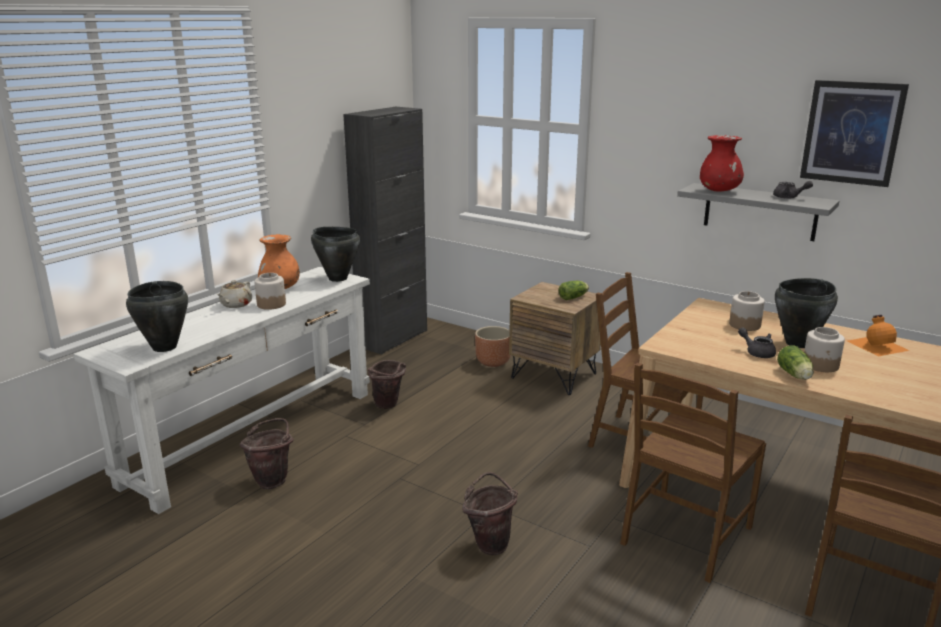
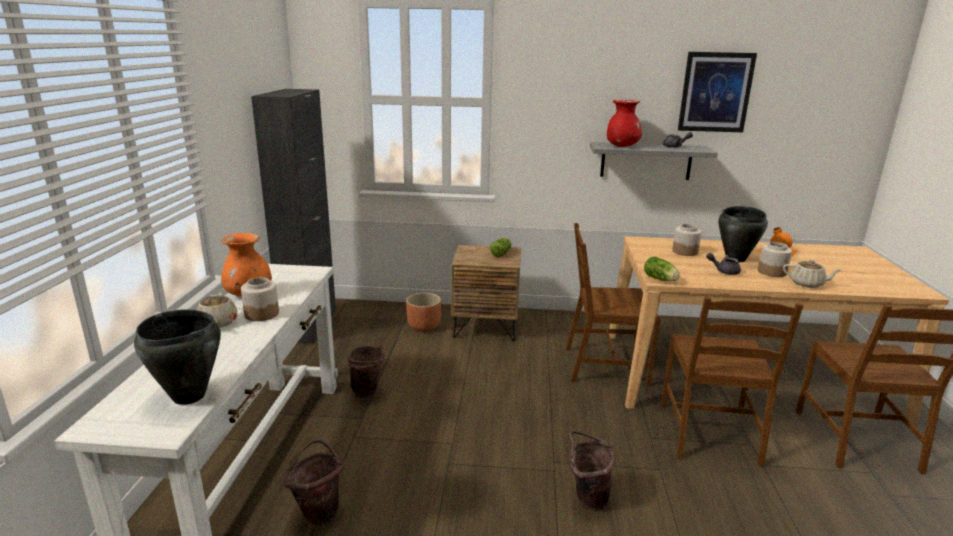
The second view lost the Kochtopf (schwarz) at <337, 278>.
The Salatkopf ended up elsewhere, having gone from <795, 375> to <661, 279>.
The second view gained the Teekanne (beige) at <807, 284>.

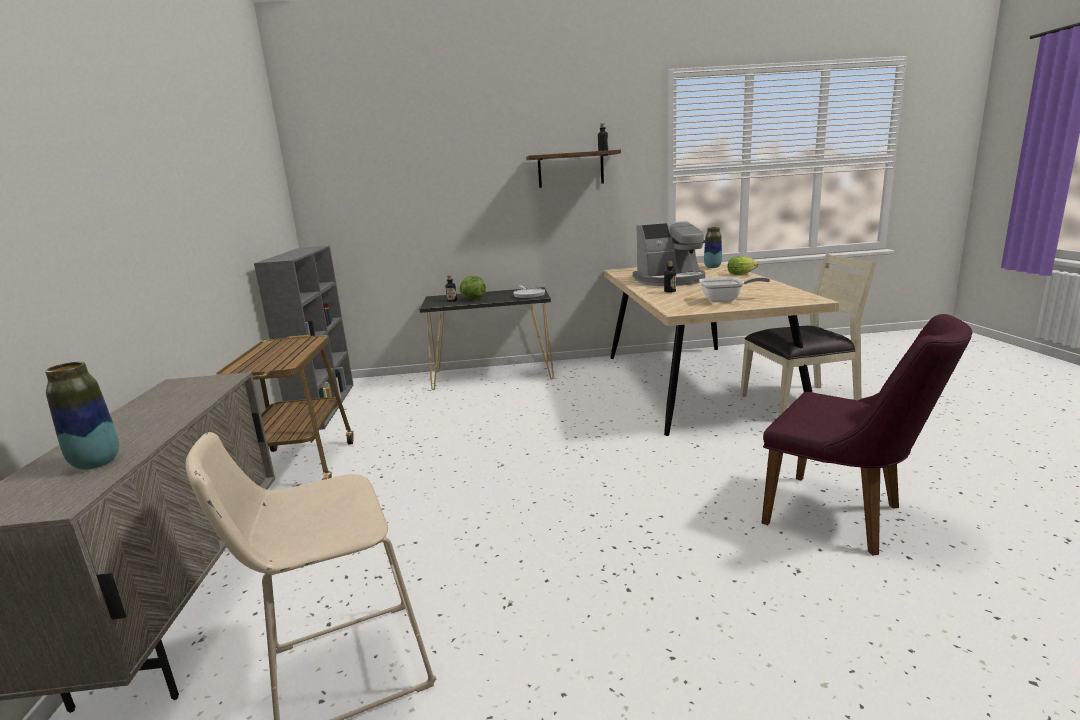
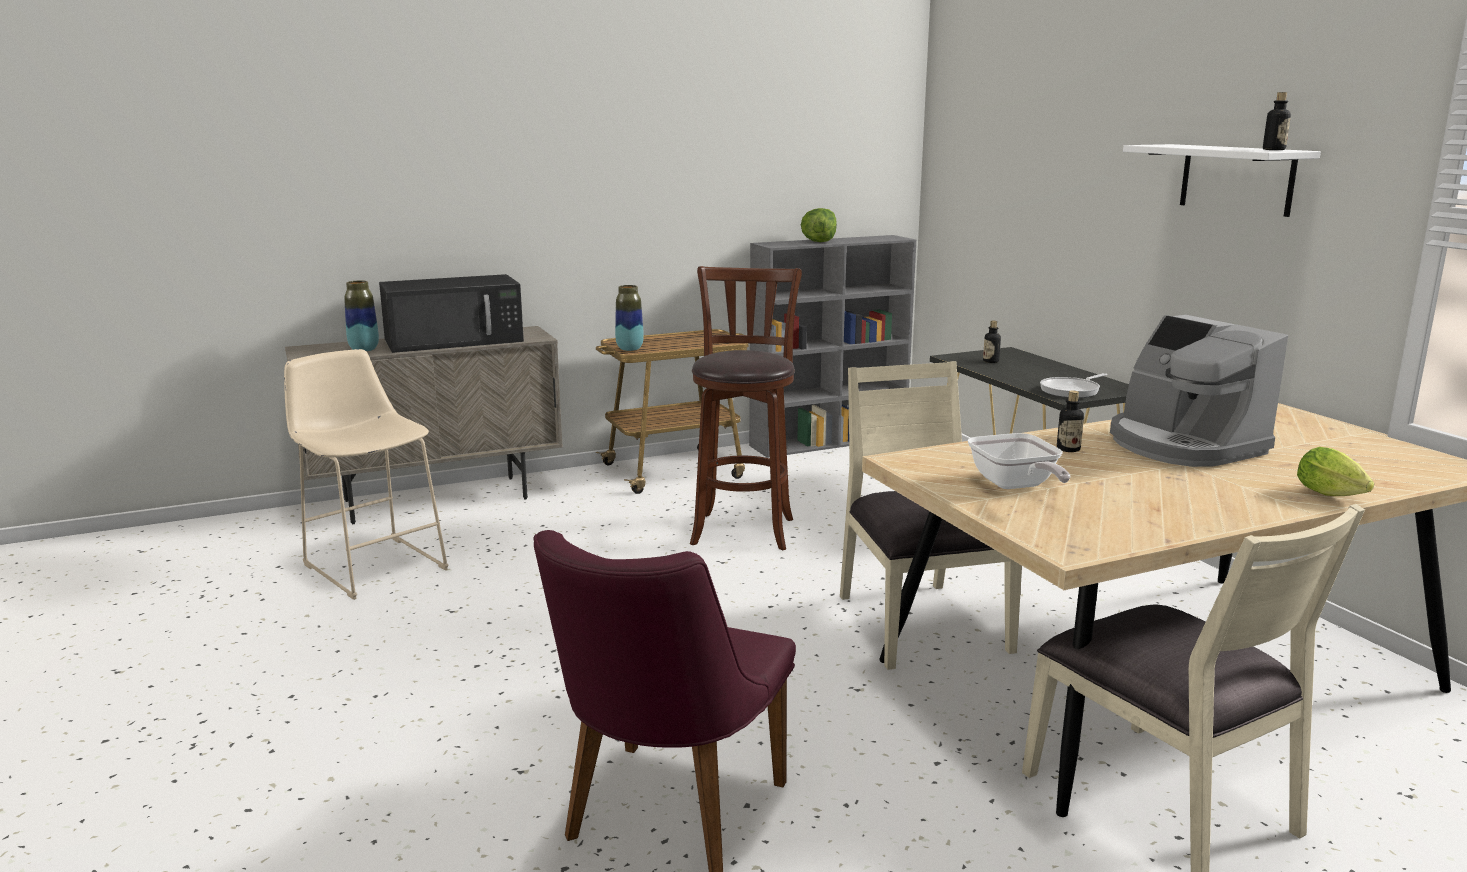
The Salatkopf ended up elsewhere, having gone from <472, 299> to <818, 242>.
What was the Wandregal (braun) at <570, 169> turned into the Wandregal (weiß) at <1236, 179>.
The Vase ended up elsewhere, having gone from <712, 267> to <629, 349>.
The second view gained the Mikrowelle (schwarz) at <456, 340>.
The second view gained the Hocker (braun) at <743, 529>.
The second view gained the Stuhl (beige) at <919, 623>.

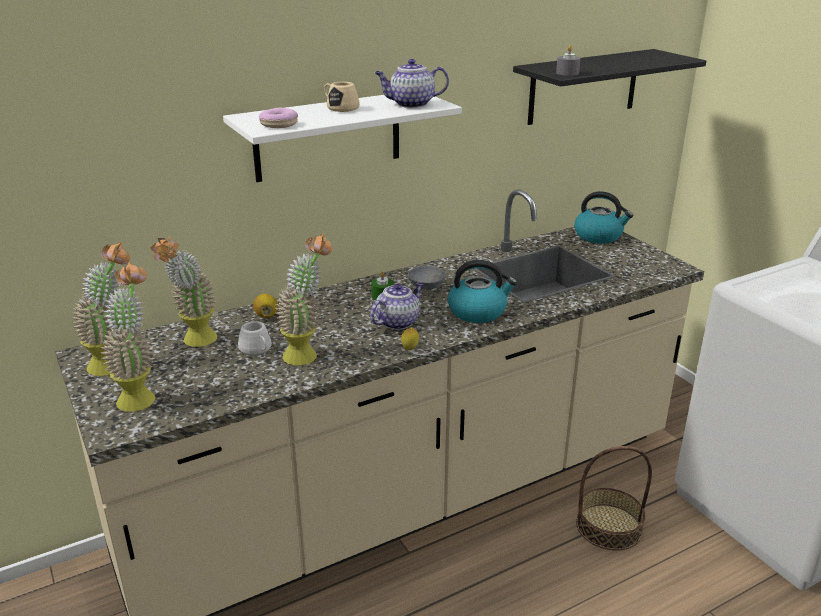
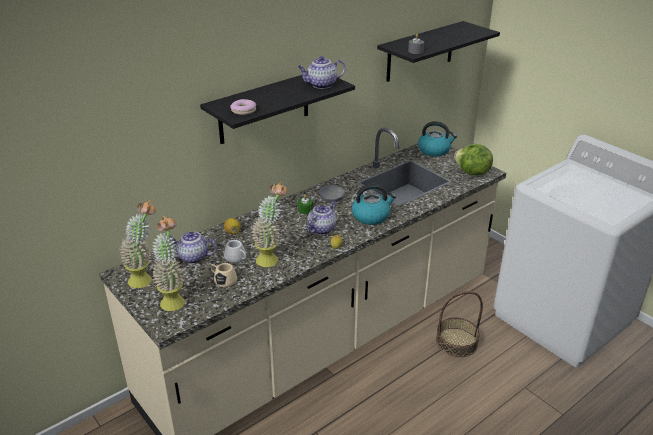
Where the Topfpflanze stood at <194, 343>, the Teekanne came to stand at <192, 257>.
What was the Wandregal (weiß) at <328, 136> turned into the Wandregal (schwarz) at <264, 107>.
The Henkelbecher (beige) ended up elsewhere, having gone from <339, 108> to <223, 280>.
The second view gained the Salatkopf at <472, 173>.

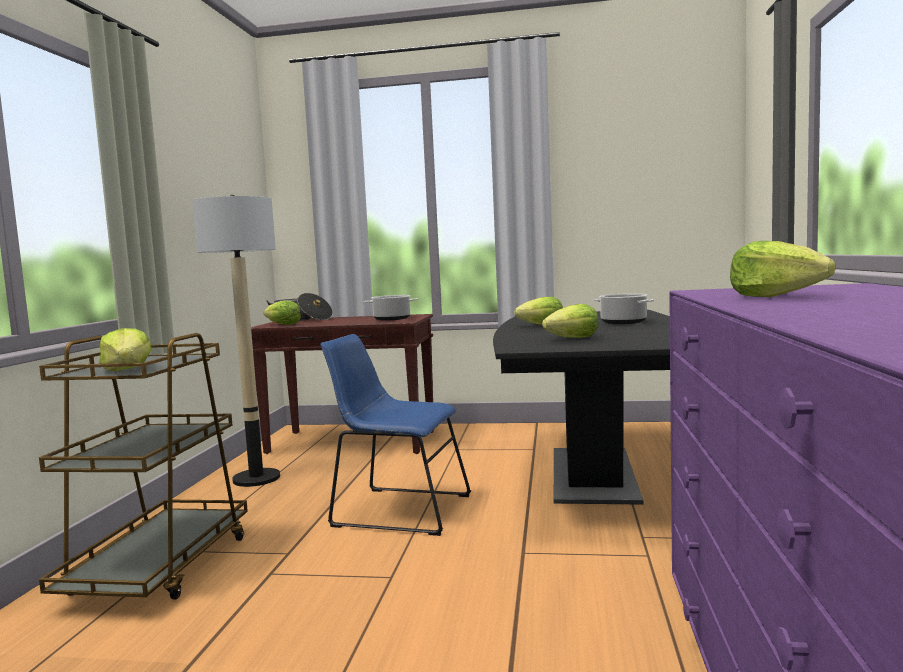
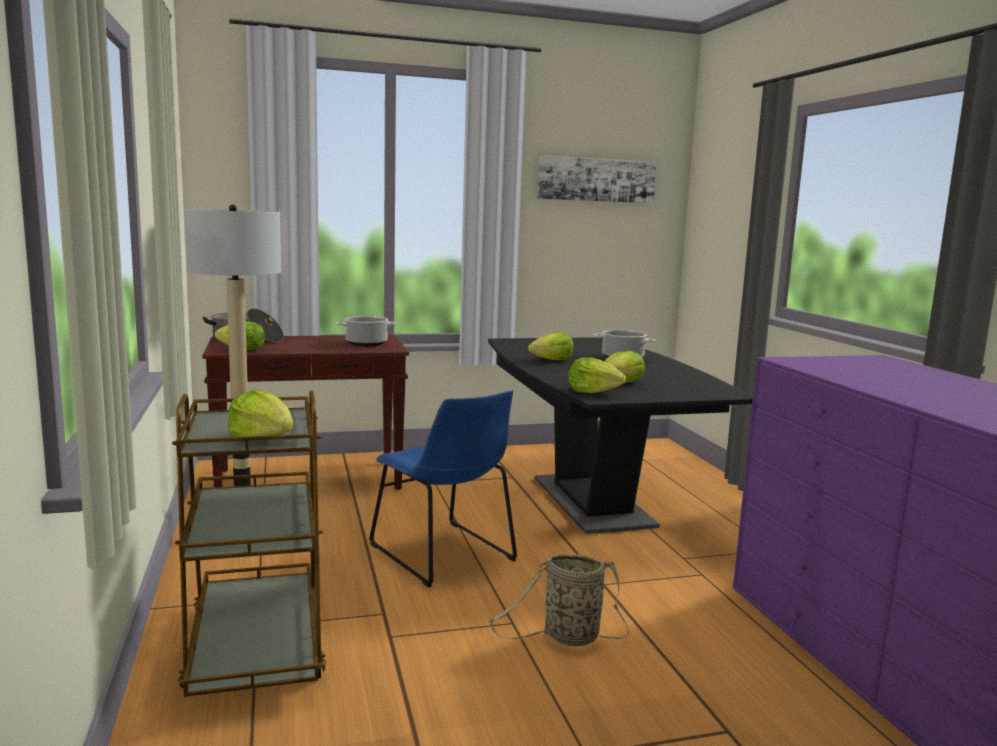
The Stuhl (blau) at <396, 510> ended up facing another way, 120 degrees counterclockwise from before.
The Salatkopf ended up elsewhere, having gone from <776, 296> to <593, 391>.
The second view gained the Korb at <567, 637>.
The second view gained the Bild at <596, 180>.

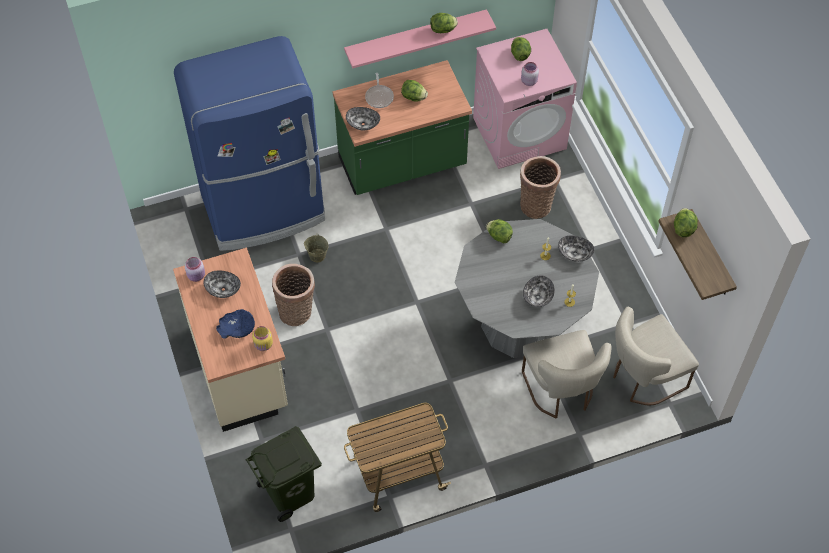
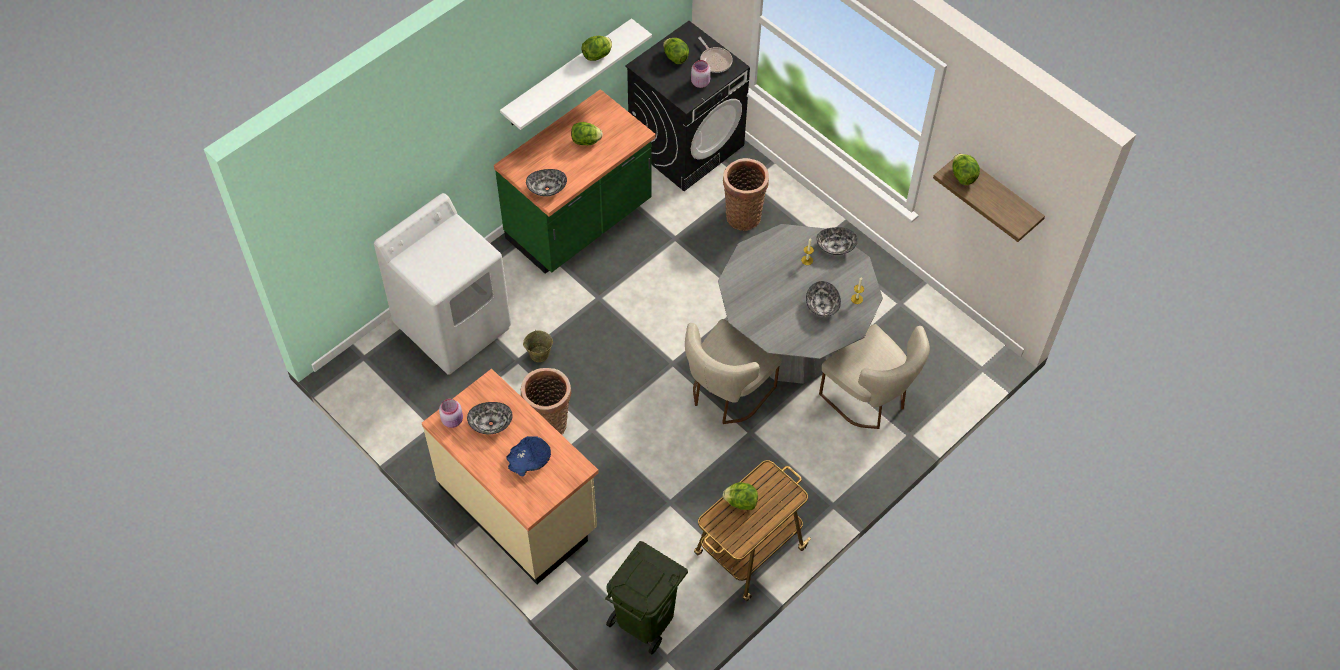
Where the Kühlschrank (blau) stood at <264, 209>, the Waschmaschine (weiß) came to stand at <453, 326>.
The second view lost the Vorratsglas (gelb) at <263, 345>.
What was the Wandregal (rosa) at <416, 37> turned into the Wandregal (weiß) at <567, 74>.
The Pfanne ended up elsewhere, having gone from <379, 97> to <715, 60>.
What was the Waschmaschine (rosa) at <520, 133> turned into the Waschmaschine (schwarz) at <686, 145>.
The Salatkopf ended up elsewhere, having gone from <499, 236> to <740, 502>.
The Stuhl (beige) ended up elsewhere, having gone from <643, 378> to <726, 394>.

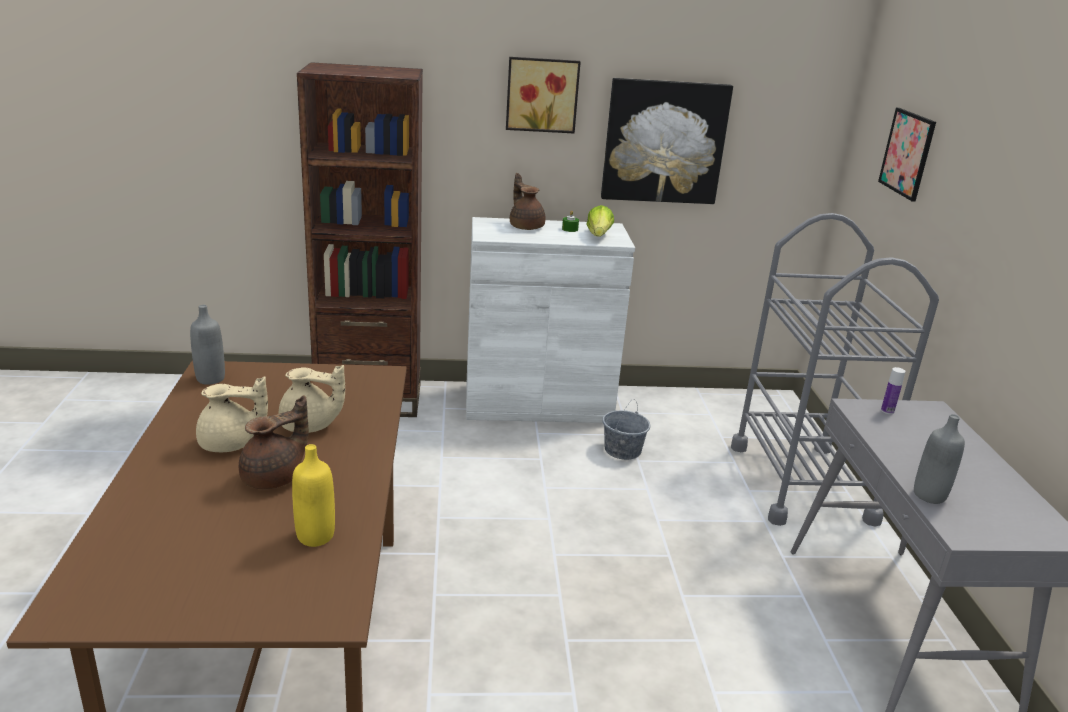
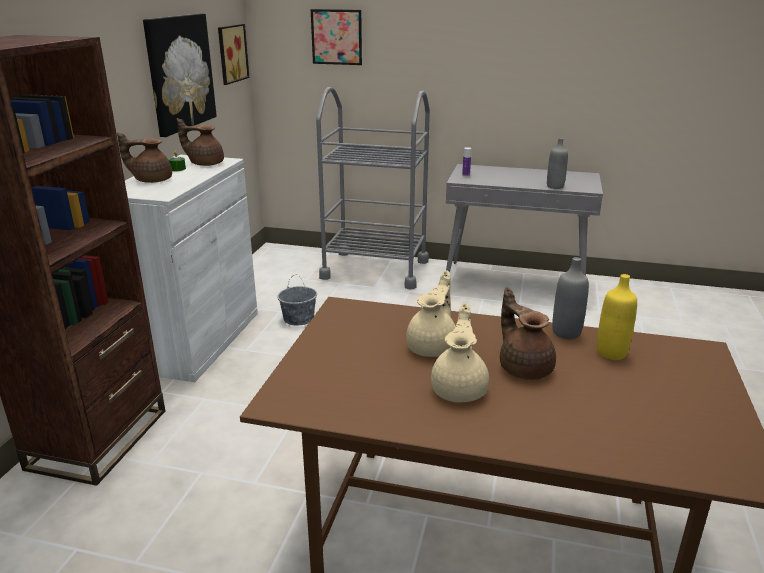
The Flasche (grau) ended up elsewhere, having gone from <210, 378> to <566, 333>.
The Bild ended up elsewhere, having gone from <542, 94> to <230, 53>.
Where the Salatkopf stood at <598, 236>, the Teekanne (braun) came to stand at <205, 163>.

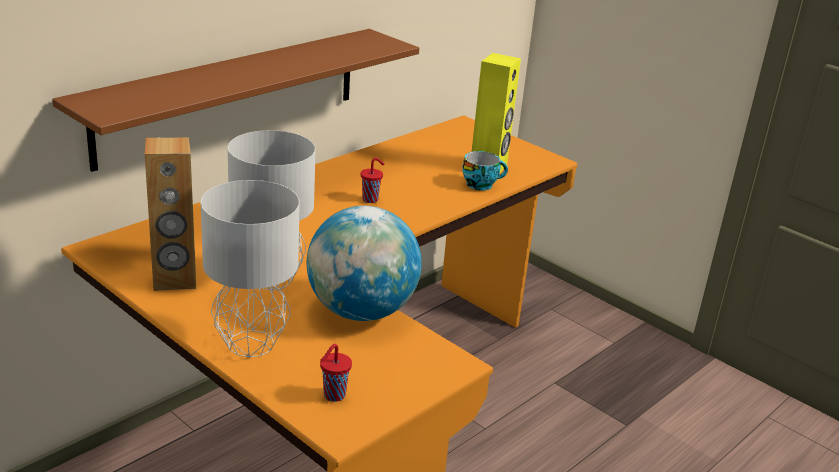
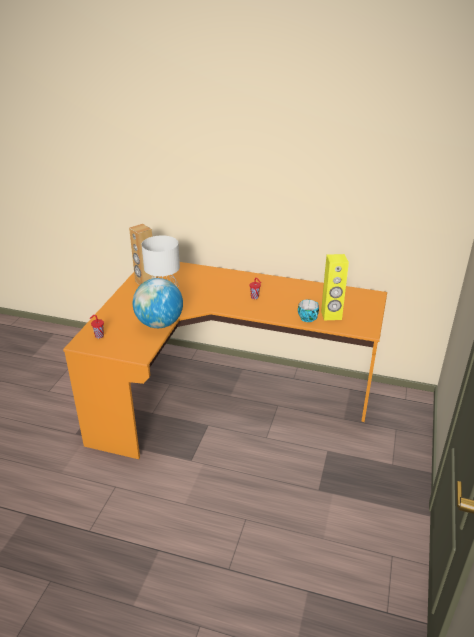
The second view lost the Wandregal (braun) at <231, 95>.
The second view lost the Tischlampe (grau) at <249, 344>.

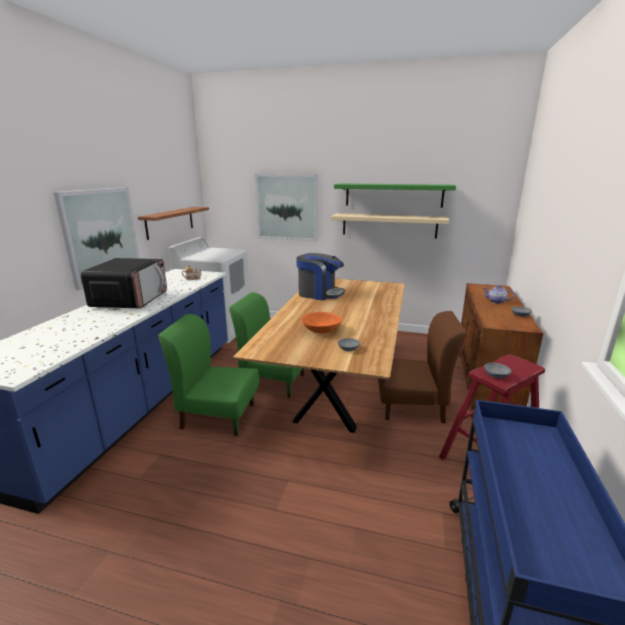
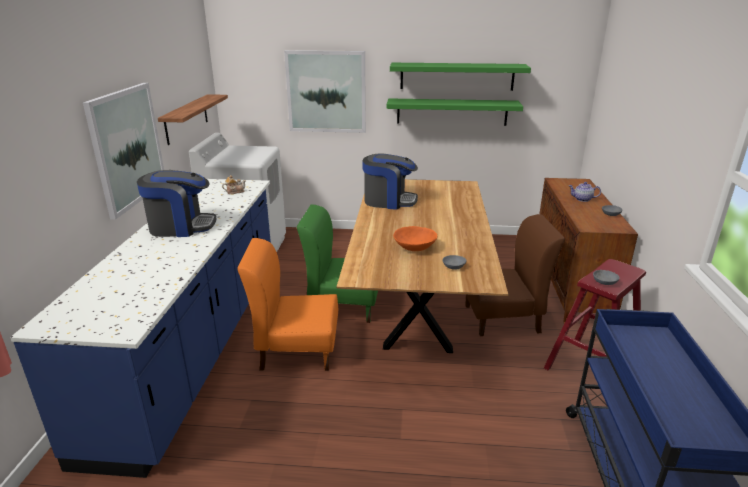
Where the Mikrowelle stood at <131, 300>, the Kaffeemaschine came to stand at <181, 226>.
What was the Stuhl (grün) at <218, 415> turned into the Stuhl (orange) at <296, 351>.
What was the Wandregal (beige) at <389, 225> turned into the Wandregal (grün) at <452, 112>.

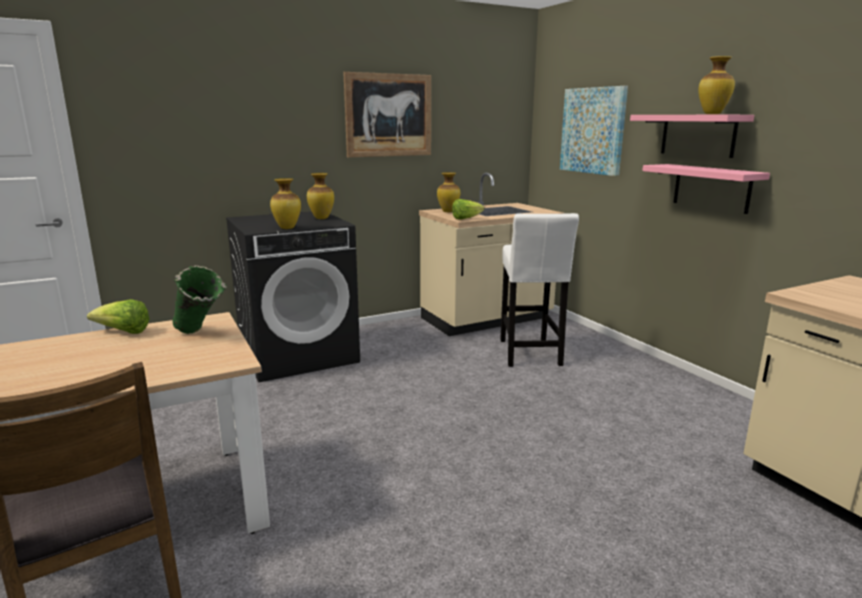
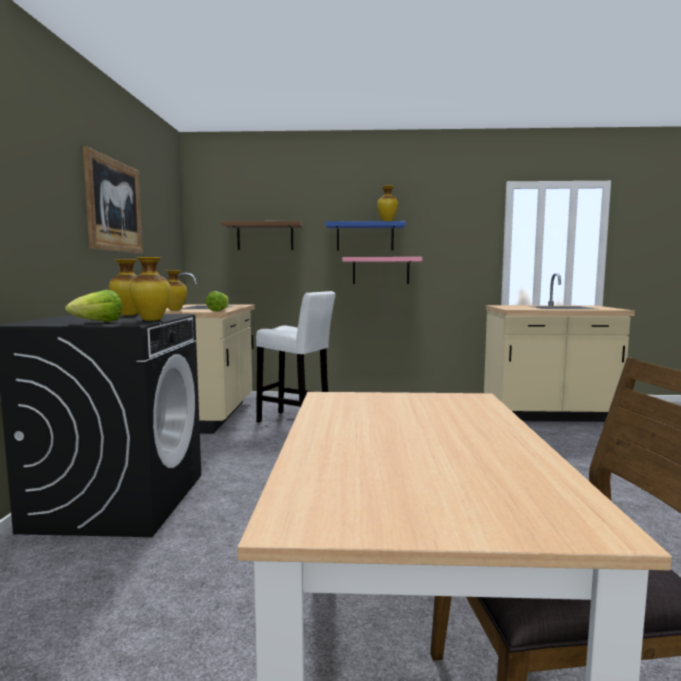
The Salatkopf ended up elsewhere, having gone from <124, 332> to <98, 322>.
The second view lost the Vase (grün) at <200, 335>.
Where the Bild hung at <593, 130>, the Wandregal (braun) came to hang at <265, 236>.
What was the Wandregal (rosa) at <698, 135> turned into the Wandregal (blau) at <365, 237>.

